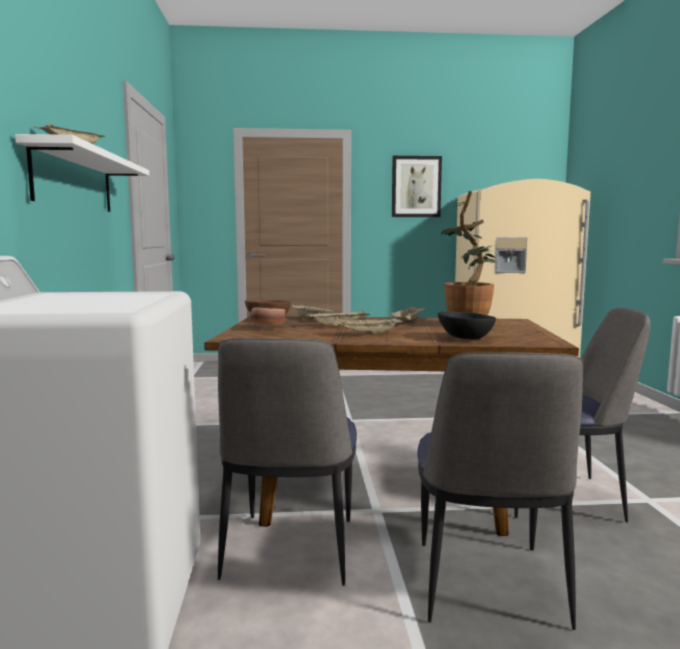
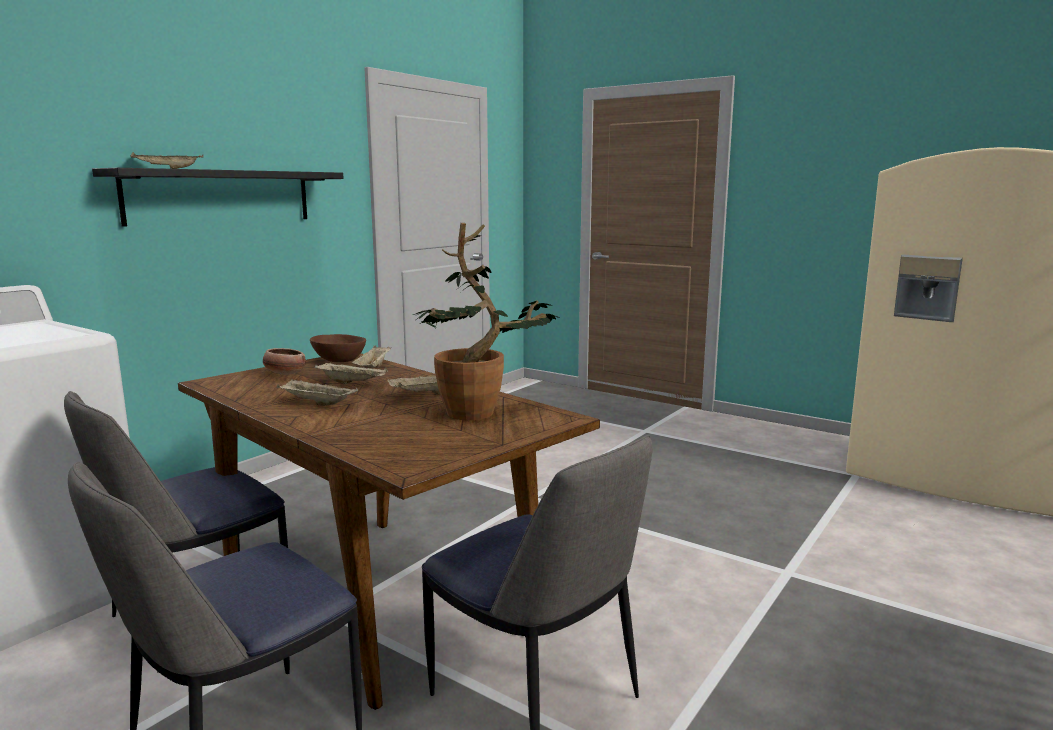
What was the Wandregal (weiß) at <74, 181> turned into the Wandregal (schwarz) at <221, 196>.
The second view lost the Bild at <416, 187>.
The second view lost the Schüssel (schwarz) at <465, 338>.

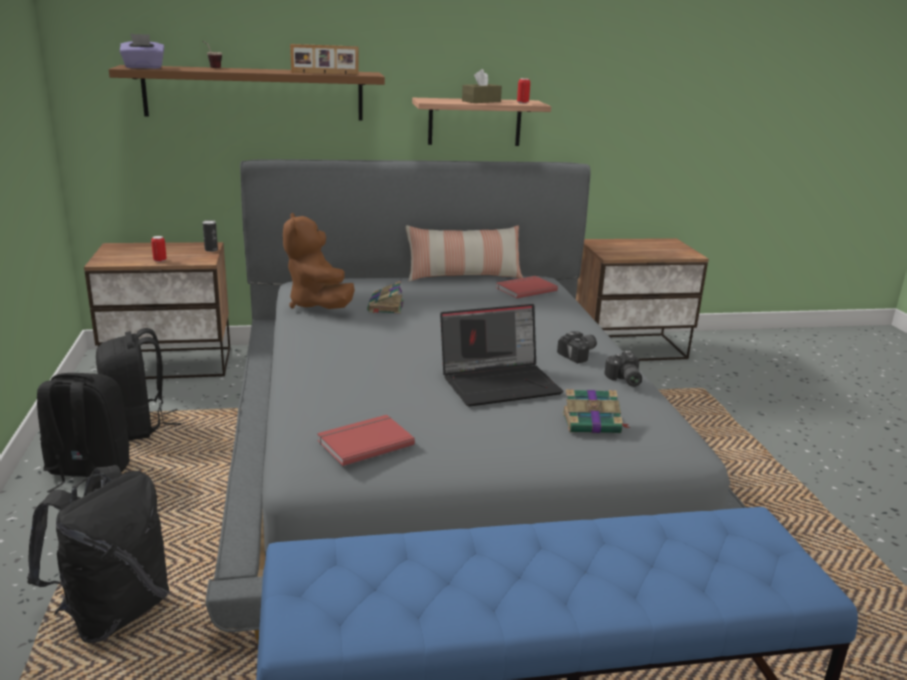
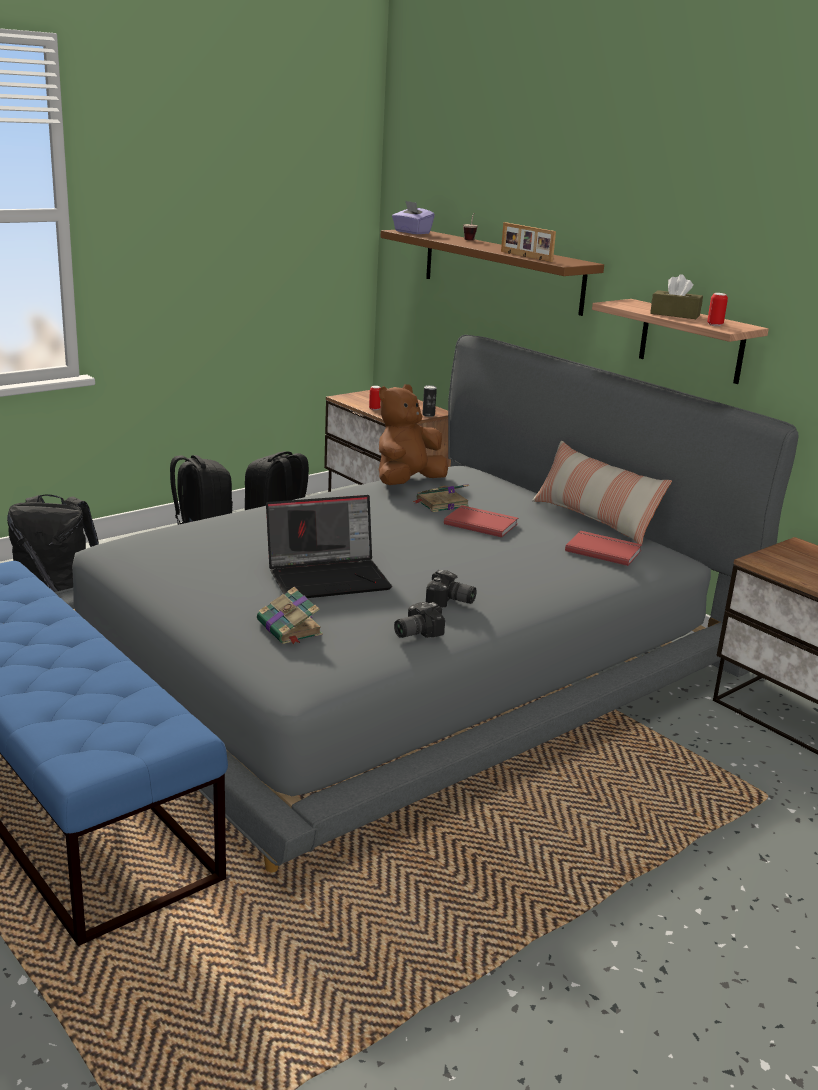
The Buch (rot) ended up elsewhere, having gone from <364, 442> to <481, 523>.
The Laptop at <500, 382> ended up facing another way, 60 degrees counterclockwise from before.

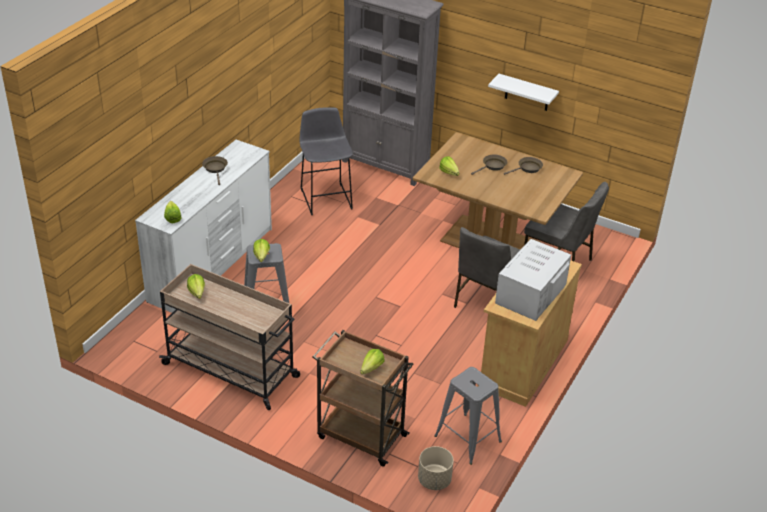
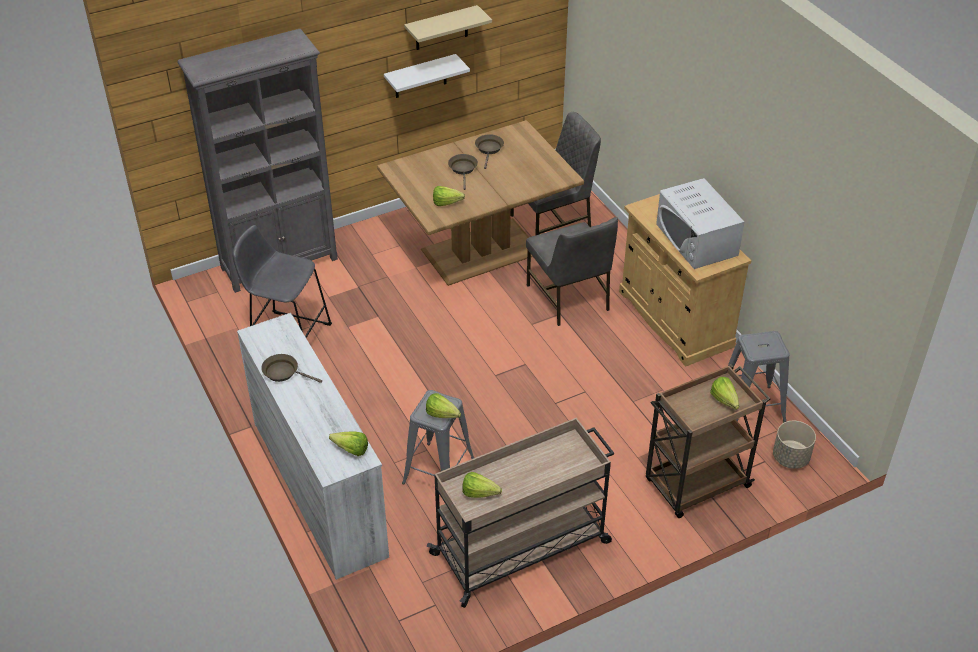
The second view gained the Wandregal (beige) at <441, 28>.

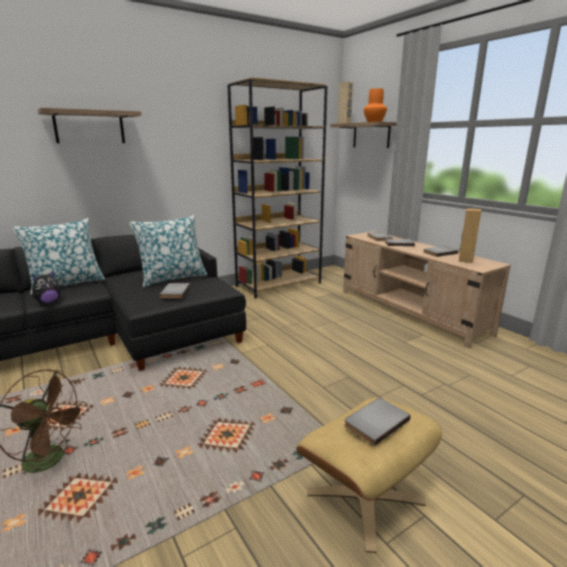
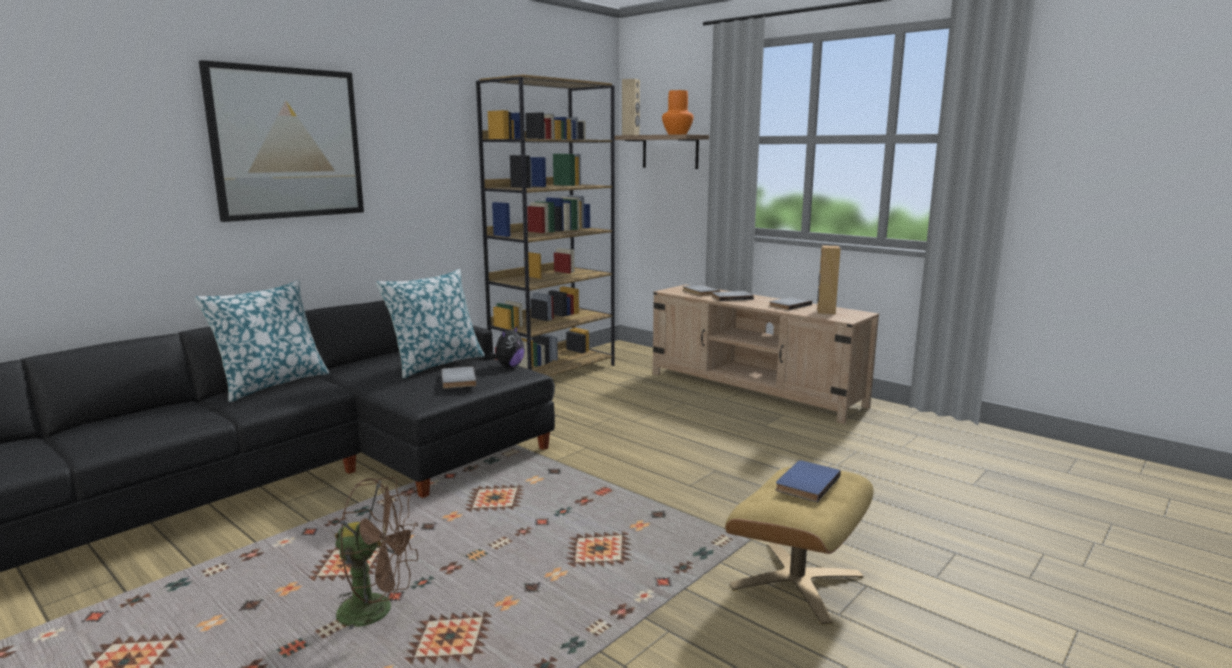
The Plüschtier ended up elsewhere, having gone from <48, 302> to <509, 366>.
Where the Wandregal hung at <89, 127>, the Bild came to hang at <287, 143>.
What was the Buch (grau) at <375, 421> turned into the Buch (blau) at <805, 483>.

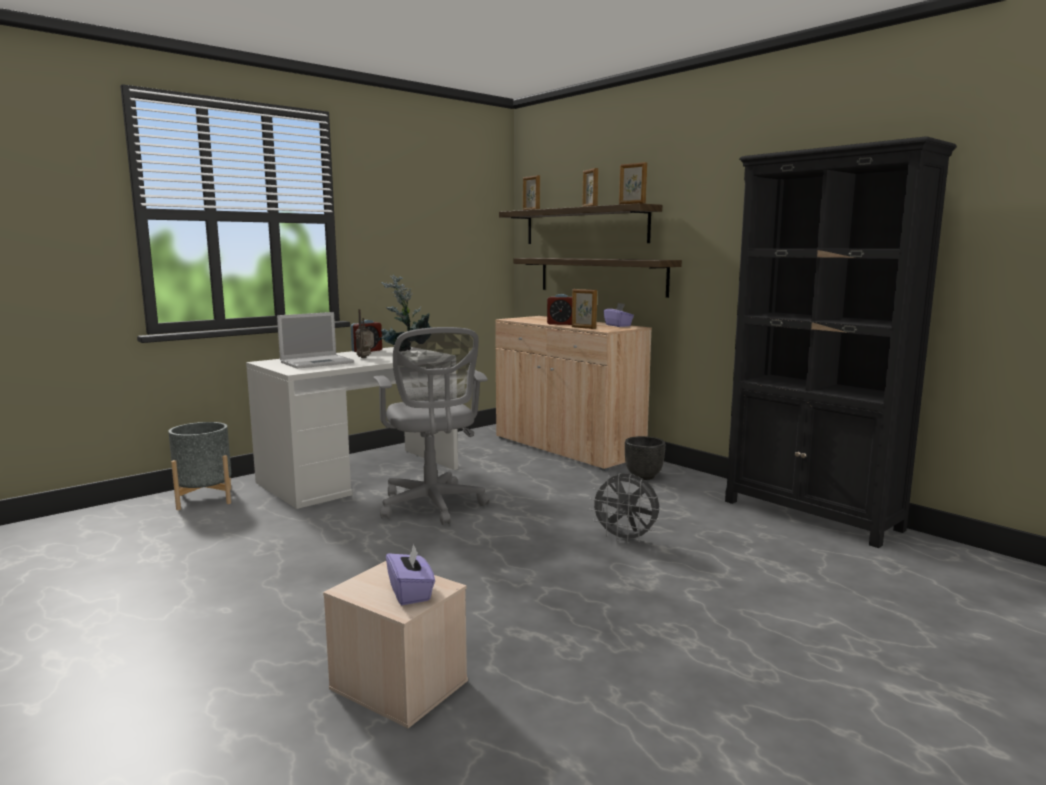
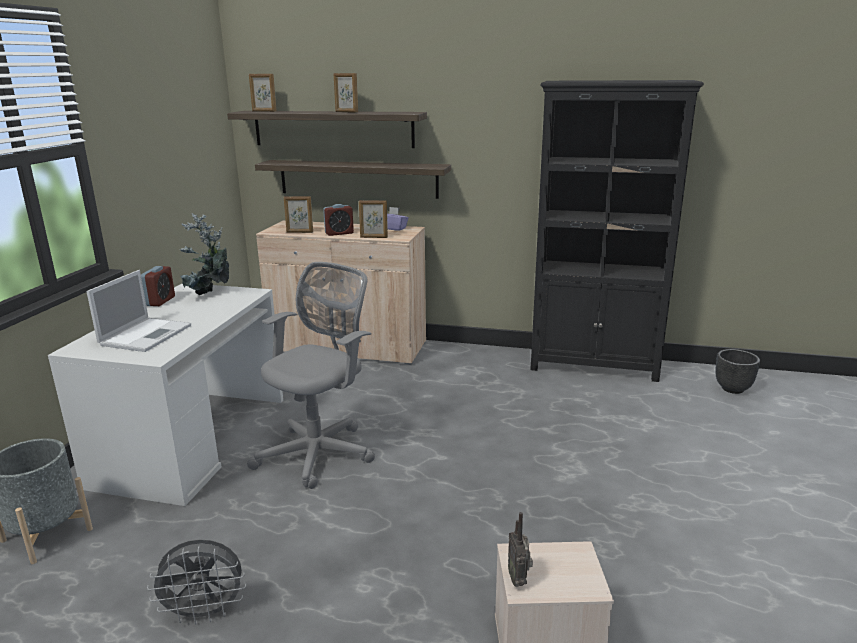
The Radio ended up elsewhere, having gone from <366, 358> to <518, 579>.
The Bürostuhl (grau) at <432, 506> ended up facing another way, 90 degrees counterclockwise from before.
The second view lost the Taschentuchbox (lila) at <411, 592>.
The Ventilator (grau) ended up elsewhere, having gone from <625, 539> to <205, 613>.
The Bilderrahmen ended up elsewhere, having gone from <631, 204> to <299, 232>.
The Pflanzkübel (schwarz) ended up elsewhere, having gone from <644, 476> to <732, 389>.

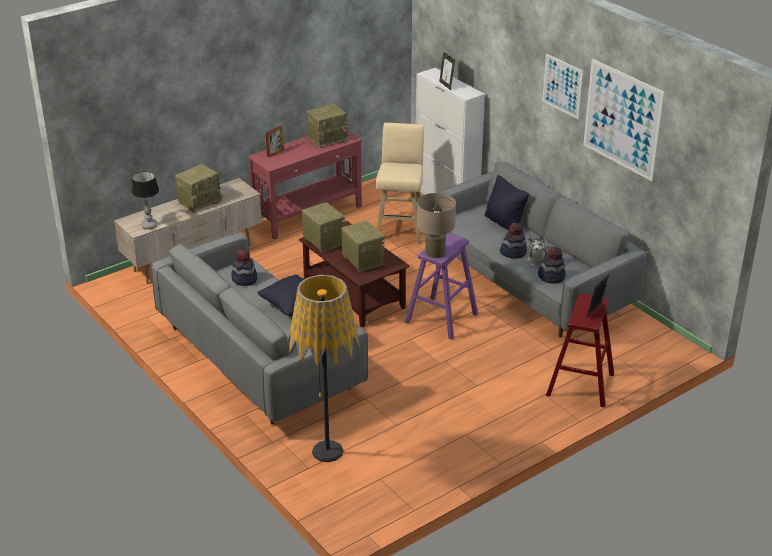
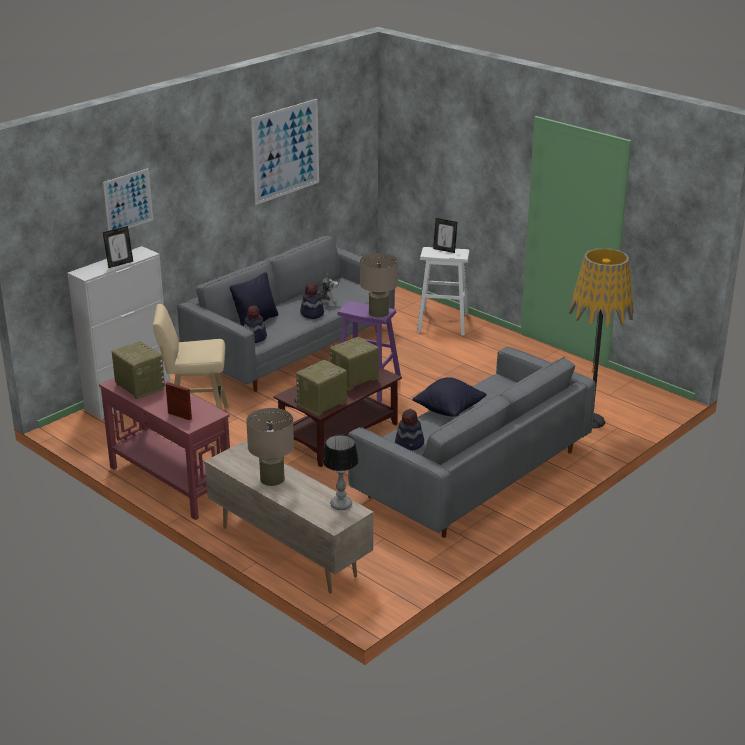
Where the Radio stood at <199, 201>, the Tischlampe (beige) came to stand at <272, 479>.
The Hut ended up elsewhere, having gone from <551, 277> to <254, 337>.
The Bild ended up elsewhere, having gone from <562, 86> to <128, 201>.
What was the Hocker (rot) at <580, 384> turned into the Hocker (weiß) at <443, 323>.

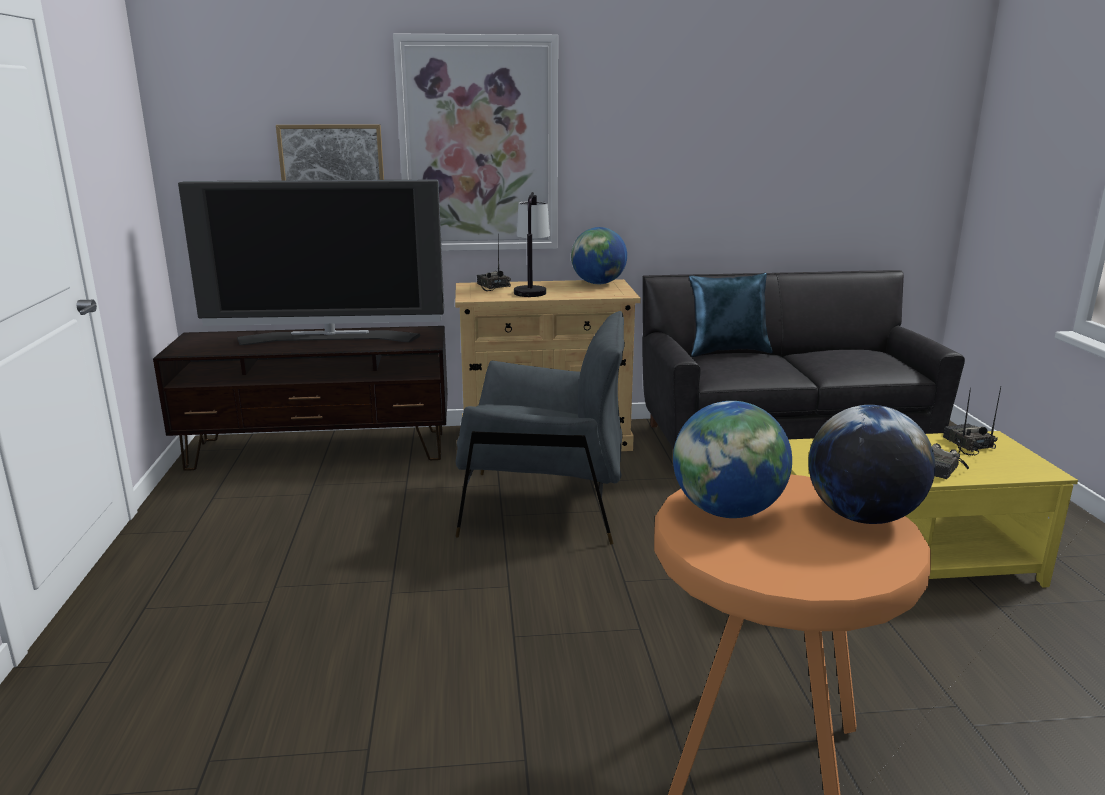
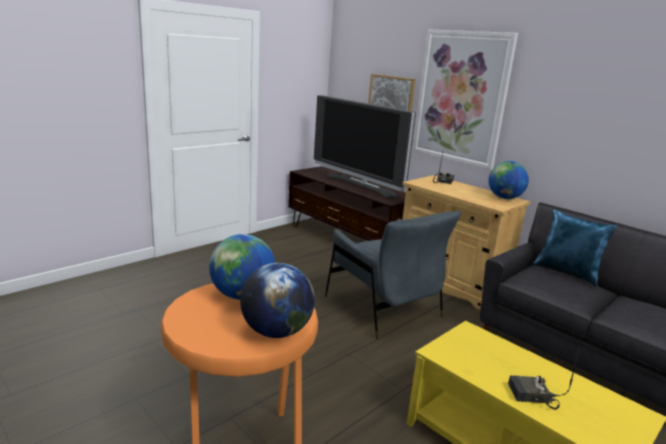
The second view lost the Tischlampe at <531, 290>.
The second view lost the Radio at <967, 445>.

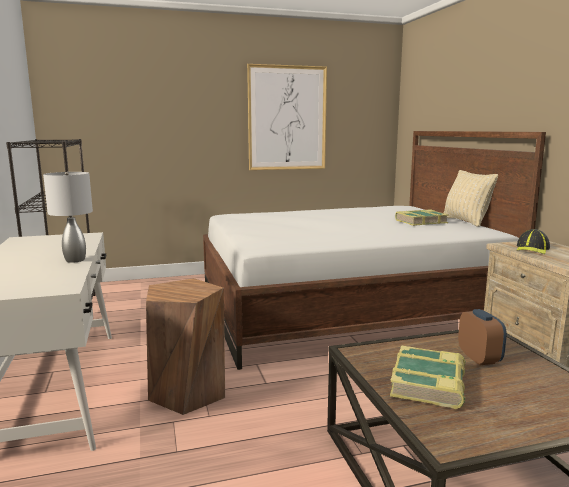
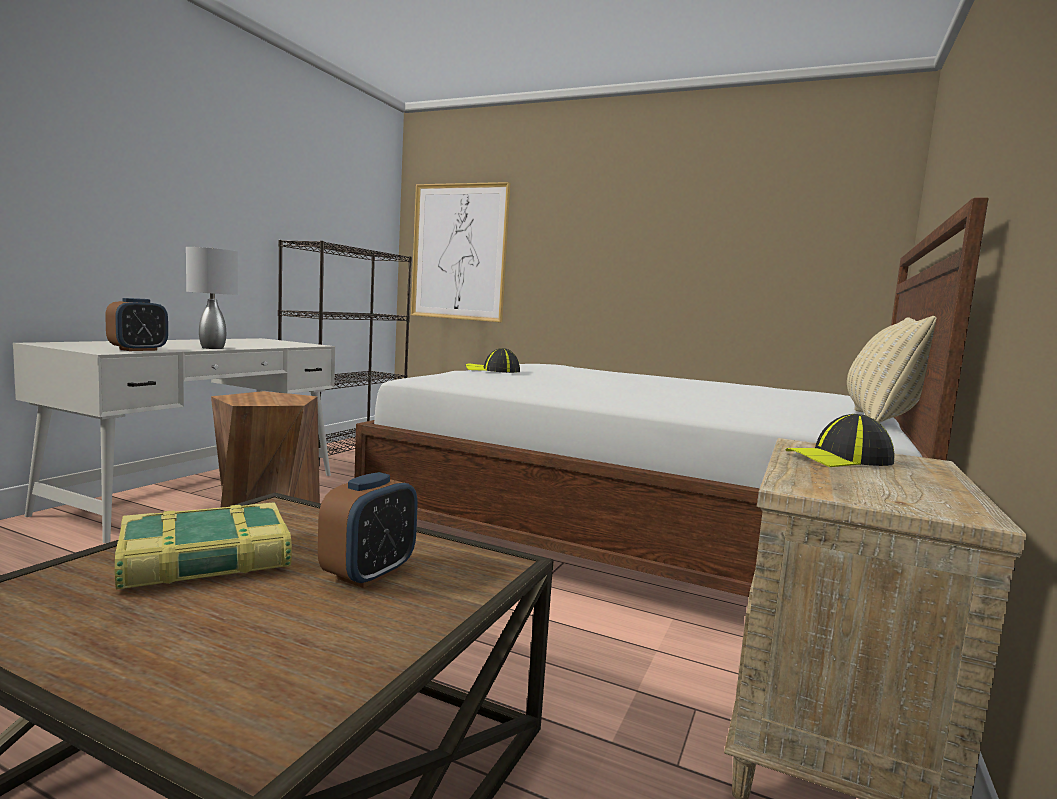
The Bild ended up elsewhere, having gone from <287, 118> to <459, 252>.
The second view lost the Buch at <420, 222>.
The second view gained the Wecker at <138, 350>.
The second view gained the Kappe at <493, 370>.

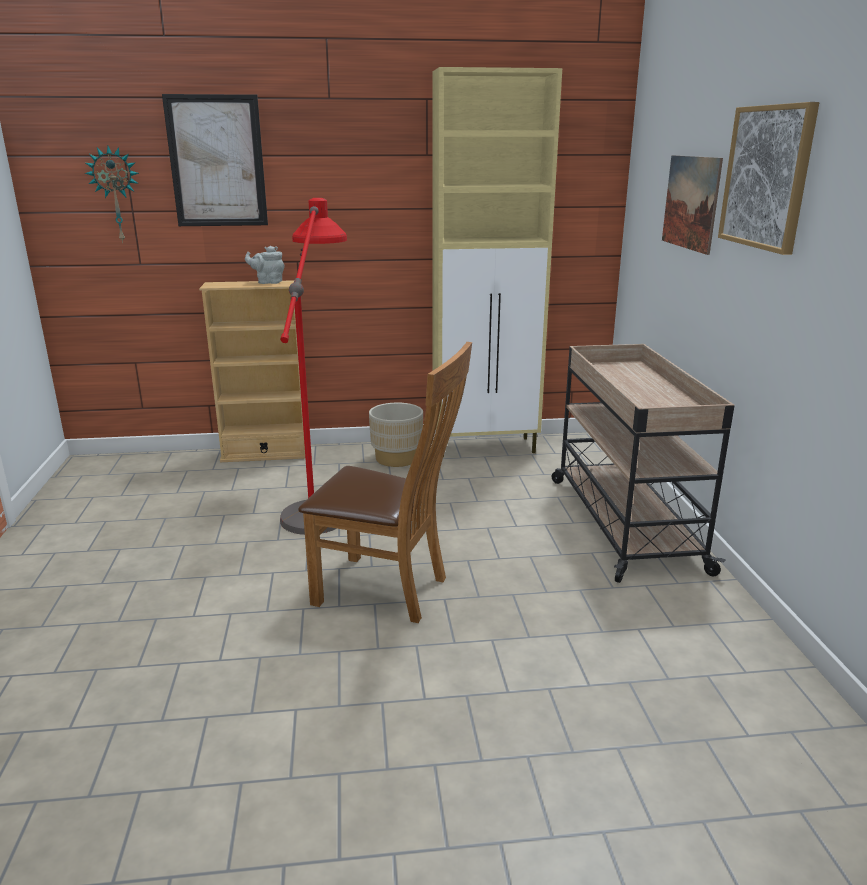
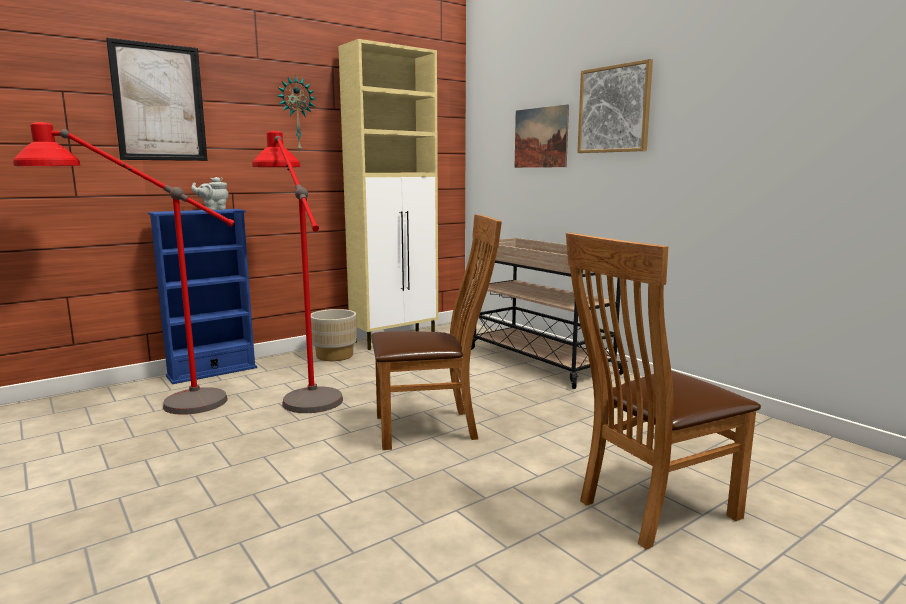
The Wanduhr ended up elsewhere, having gone from <116, 194> to <296, 114>.
What was the Bücherregal (beige) at <266, 454> turned into the Bücherregal (blau) at <212, 372>.
The second view gained the Stehlampe (rot) at <150, 405>.
The second view gained the Stuhl (braun) at <649, 509>.

